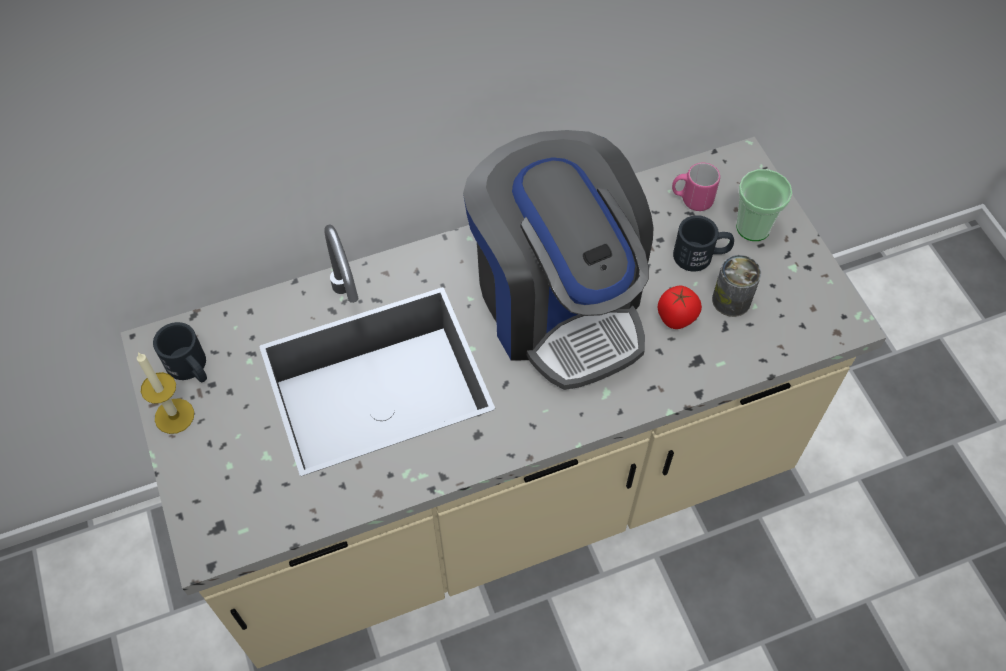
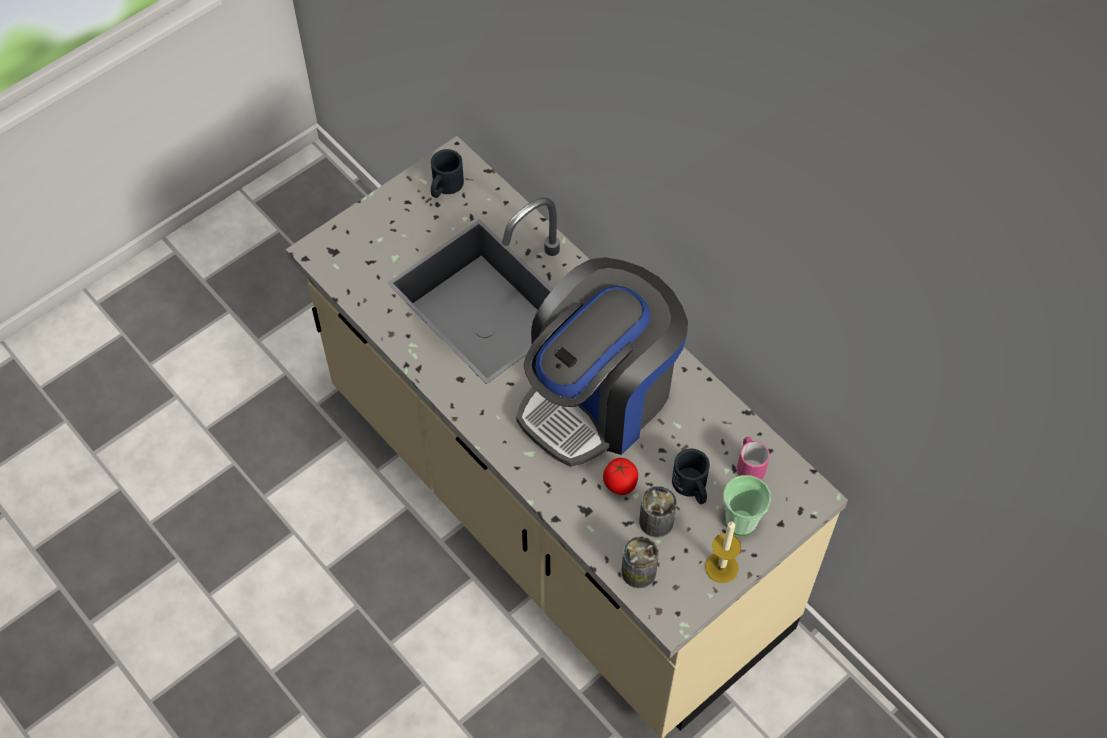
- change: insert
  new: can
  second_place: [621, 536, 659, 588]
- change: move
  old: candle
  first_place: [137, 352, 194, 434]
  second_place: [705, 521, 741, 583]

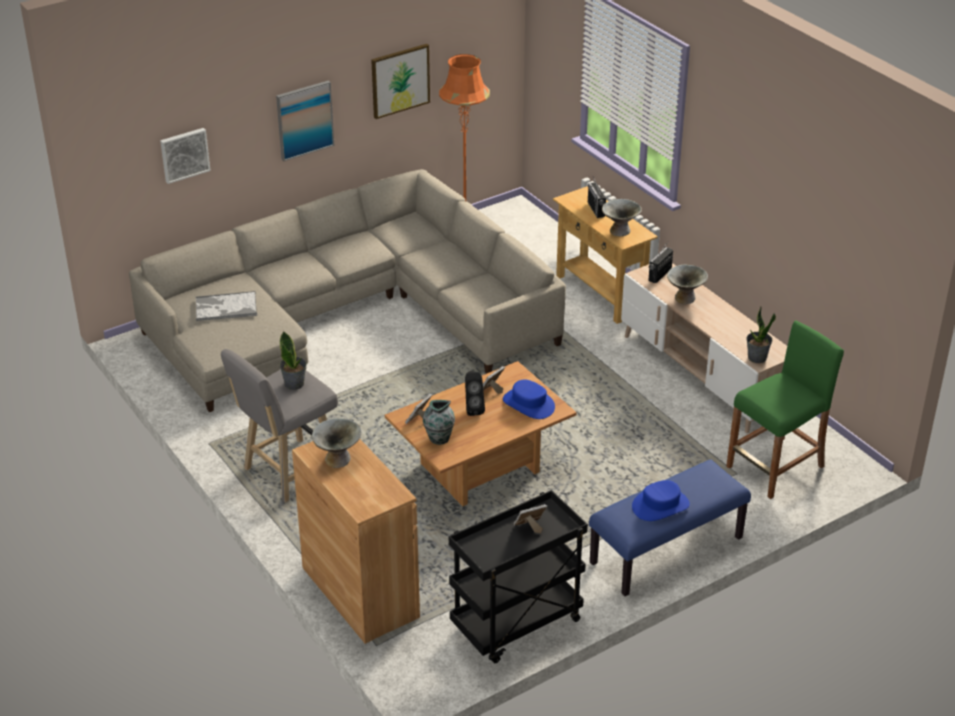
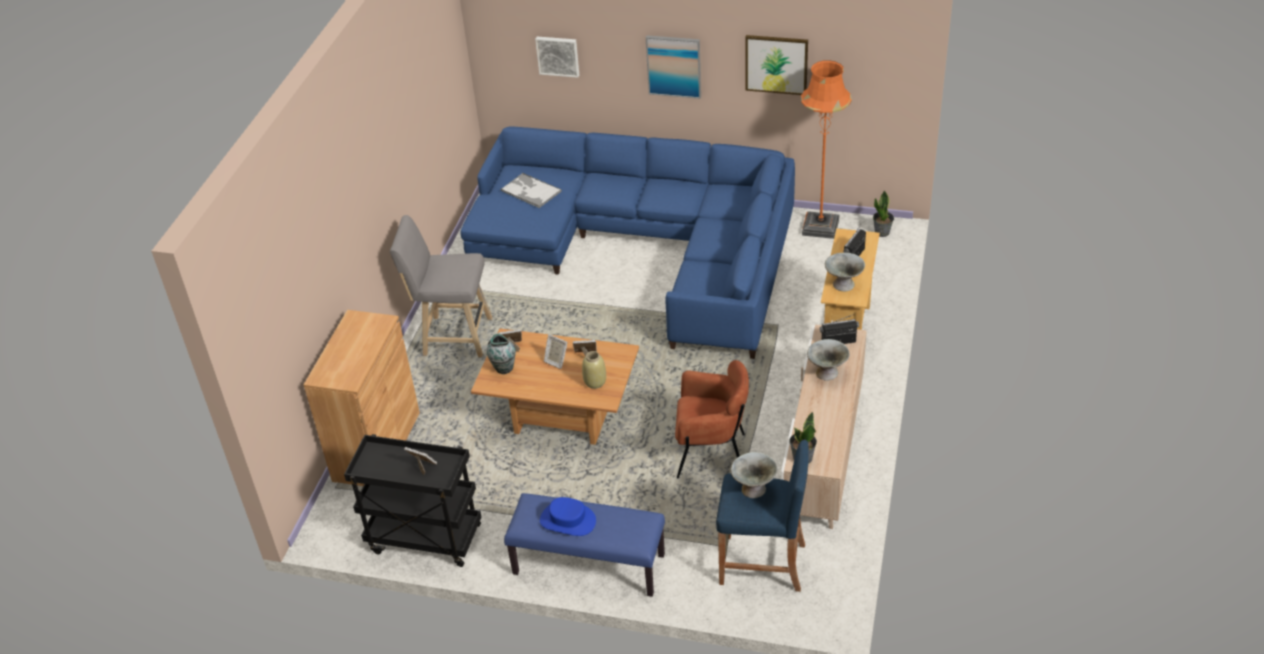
- change: insert
  new: brown_armchair
  second_place: [675, 360, 749, 479]
- change: move
  old: potted_plant
  first_place: [279, 331, 307, 390]
  second_place: [873, 190, 894, 237]
- change: move
  old: grey_bowl
  first_place: [312, 418, 362, 468]
  second_place: [731, 452, 778, 498]
- change: replace
  old: black_speaker
  new: picture_frame
  first_place: [465, 371, 485, 416]
  second_place: [544, 334, 568, 369]
- change: replace
  old: blue_hat
  new: beige_vase
  first_place: [503, 379, 555, 419]
  second_place: [582, 351, 606, 389]
- change: recolor
  old: beige_sofa
  new: blue_sofa
  first_place: [129, 169, 566, 412]
  second_place: [461, 127, 795, 359]
- change: recolor
  old: green_stool
  new: blue_stool
  first_place: [726, 320, 844, 499]
  second_place: [716, 439, 809, 592]

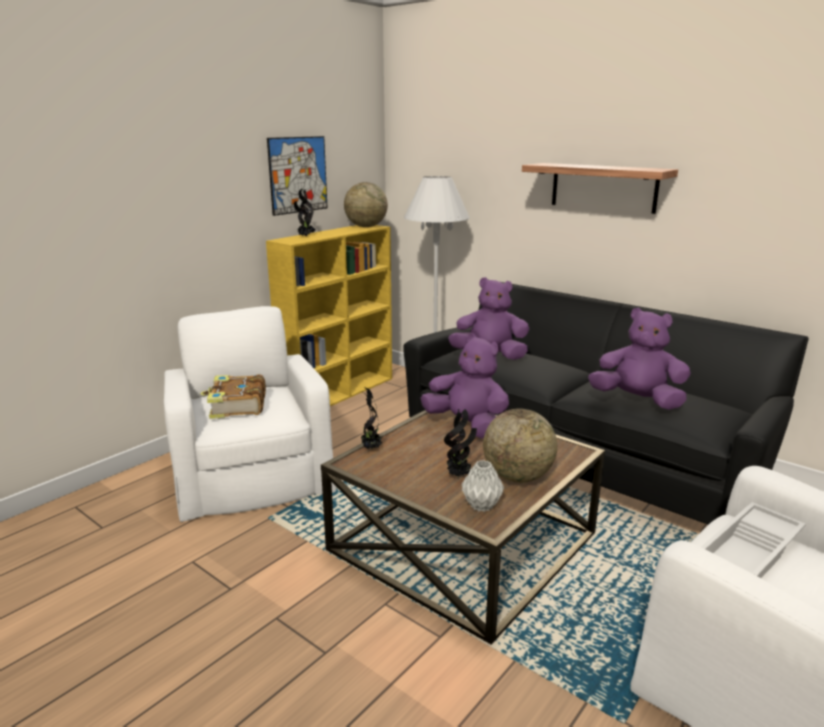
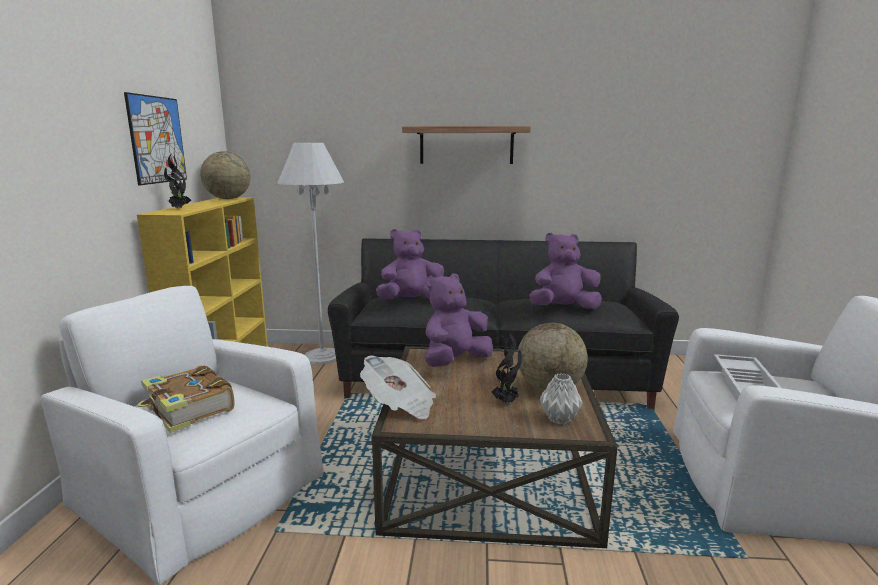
- change: replace
  old: potted_plant
  new: newspaper
  first_place: [359, 387, 382, 449]
  second_place: [360, 355, 436, 419]
- change: rotate
  old: purple_plush_toy
  first_place: [420, 334, 509, 439]
  second_place: [425, 273, 493, 367]
  degrees: -45

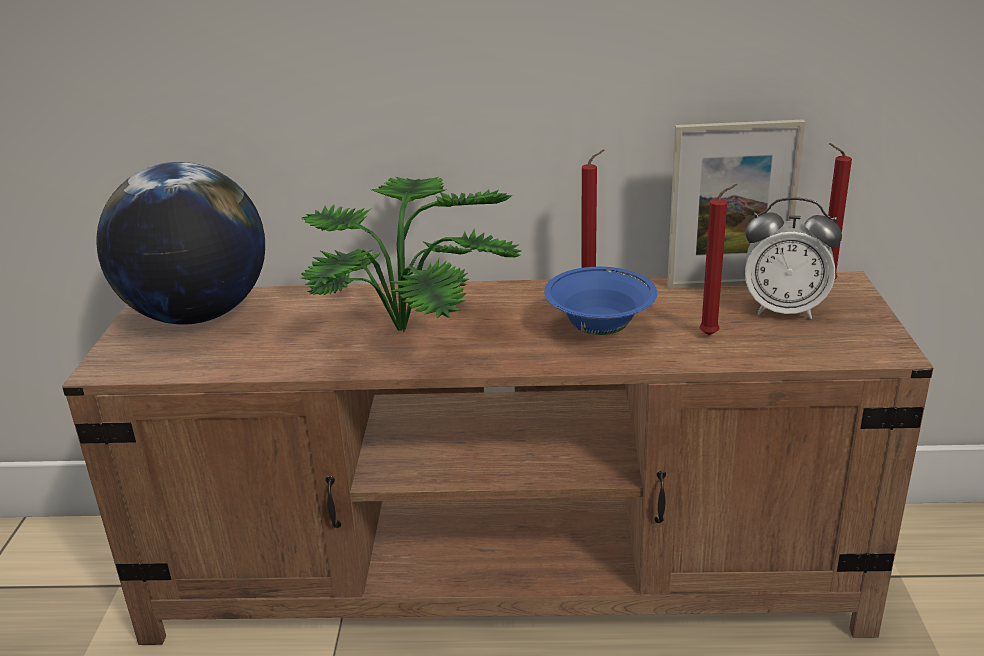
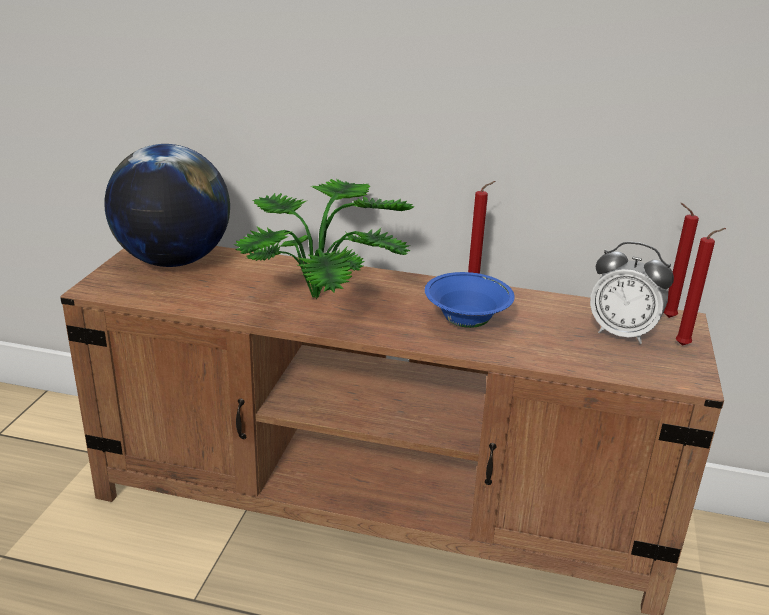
- change: delete
  old: picture_frame
  first_place: [667, 119, 805, 288]
- change: move
  old: red_candle
  first_place: [699, 184, 738, 335]
  second_place: [675, 228, 726, 346]

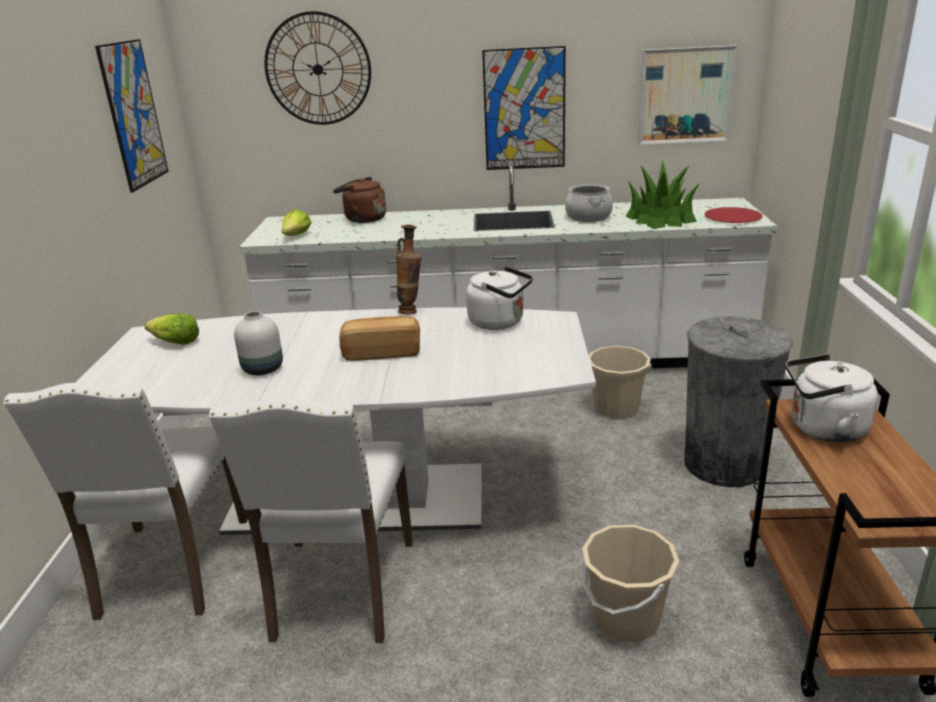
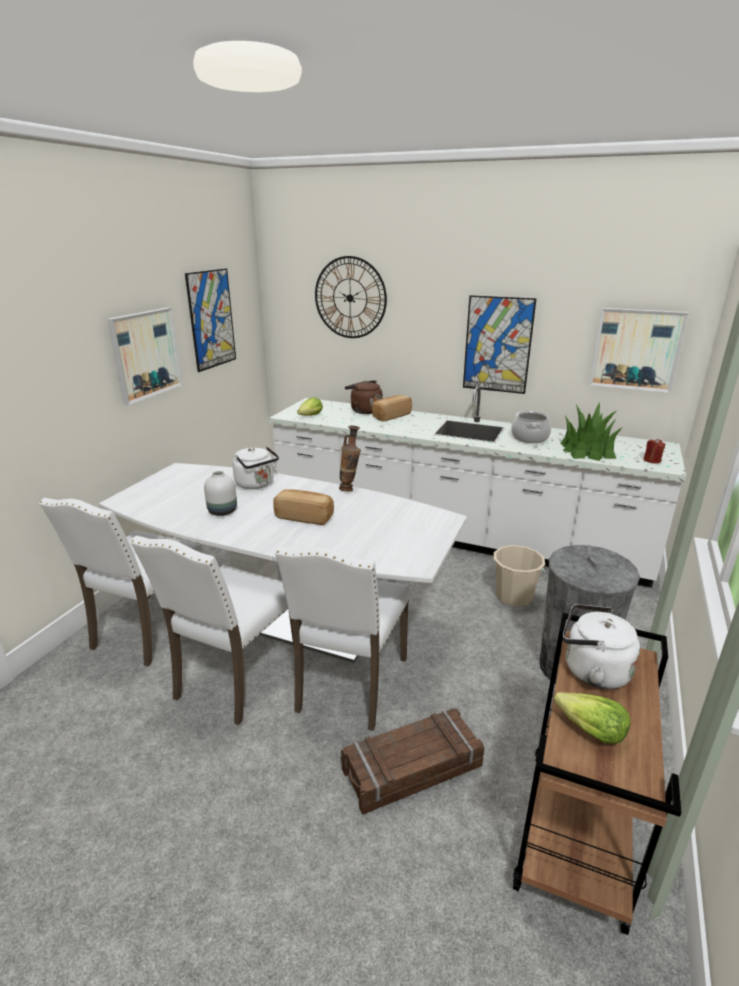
- change: insert
  new: picture
  second_place: [107, 308, 183, 405]
- change: insert
  new: white_chair
  second_place: [275, 546, 410, 731]
- change: insert
  new: bread
  second_place: [372, 395, 412, 421]
- change: move
  old: lettuce
  first_place: [144, 313, 199, 345]
  second_place: [554, 692, 630, 744]
- change: move
  old: white_kettle
  first_place: [466, 266, 533, 330]
  second_place: [232, 446, 279, 489]
- change: replace
  old: beige_bucket
  new: crate
  first_place: [582, 525, 679, 642]
  second_place: [341, 708, 485, 815]
- change: replace
  old: red_plate
  new: red_candle
  first_place: [705, 207, 762, 223]
  second_place: [644, 439, 665, 464]

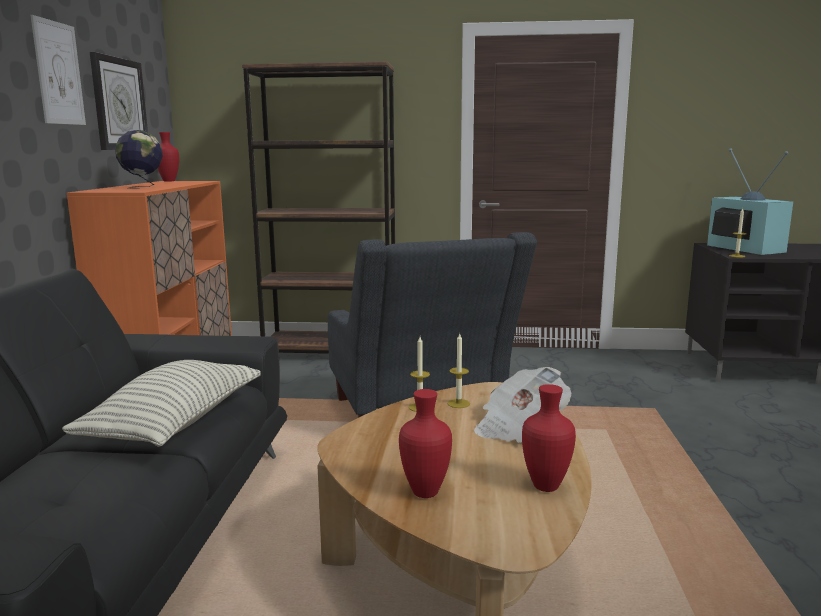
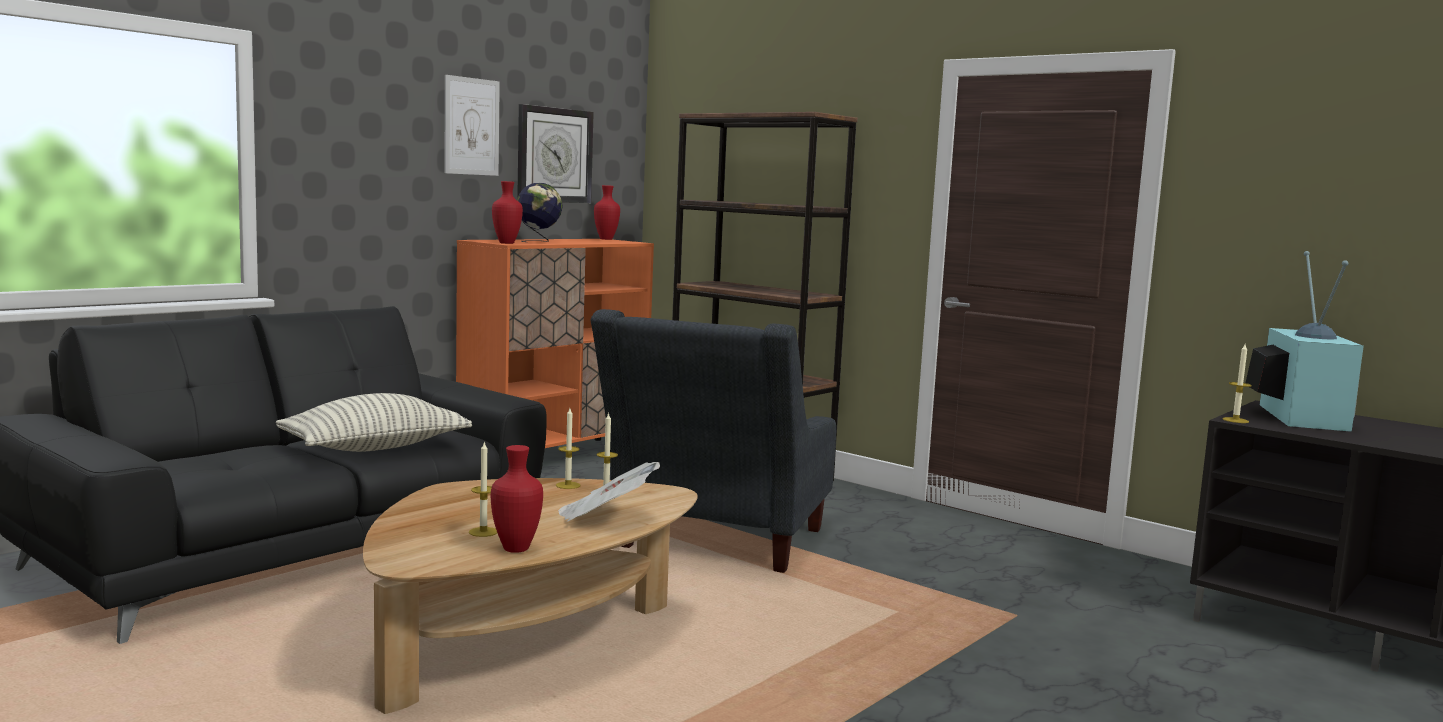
- change: insert
  new: candle
  second_place: [469, 441, 497, 537]
- change: move
  old: red_vase
  first_place: [399, 389, 452, 498]
  second_place: [492, 181, 523, 244]

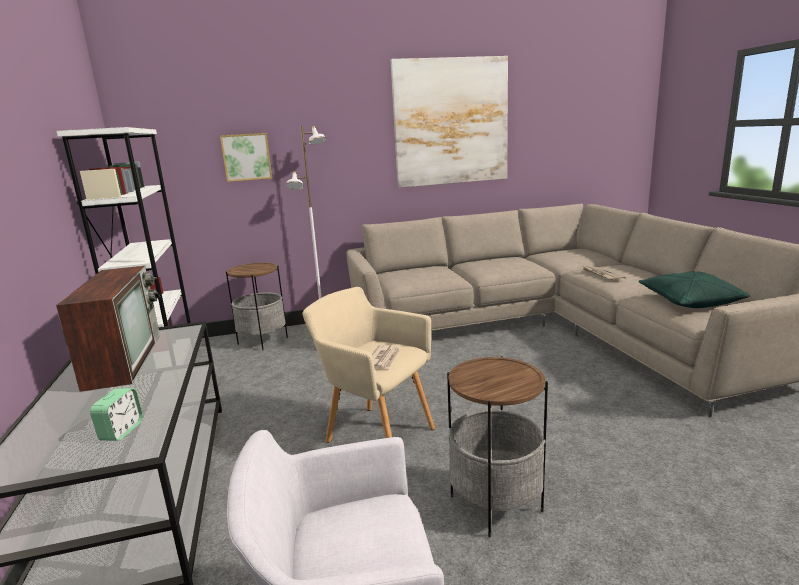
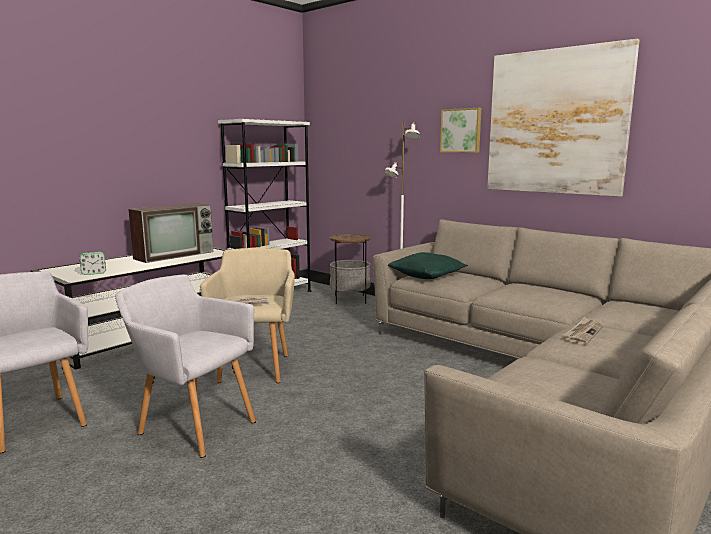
- change: move
  old: picture
  first_place: [220, 133, 272, 182]
  second_place: [440, 108, 481, 152]
- change: move
  old: green_pillow
  first_place: [638, 271, 750, 308]
  second_place: [388, 252, 468, 279]
- change: replace
  old: side_table
  new: grey_armchair
  first_place: [447, 356, 548, 538]
  second_place: [115, 275, 256, 458]

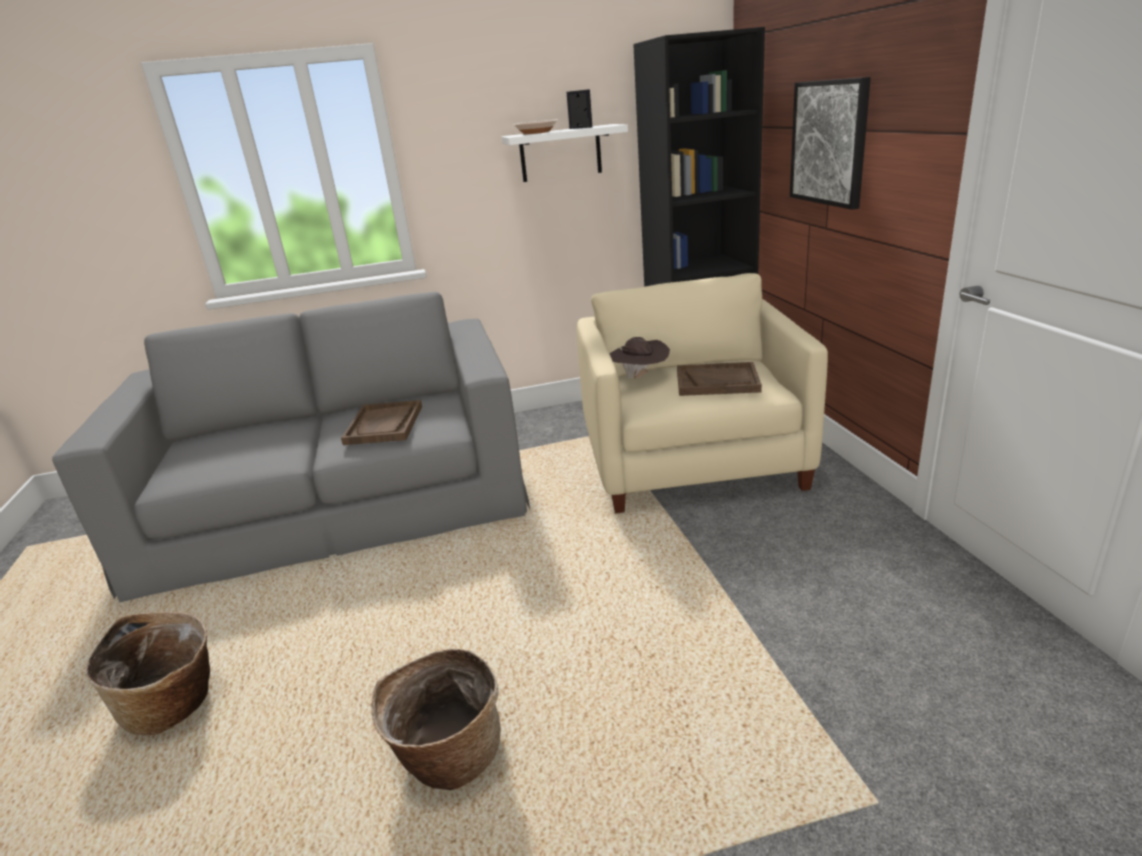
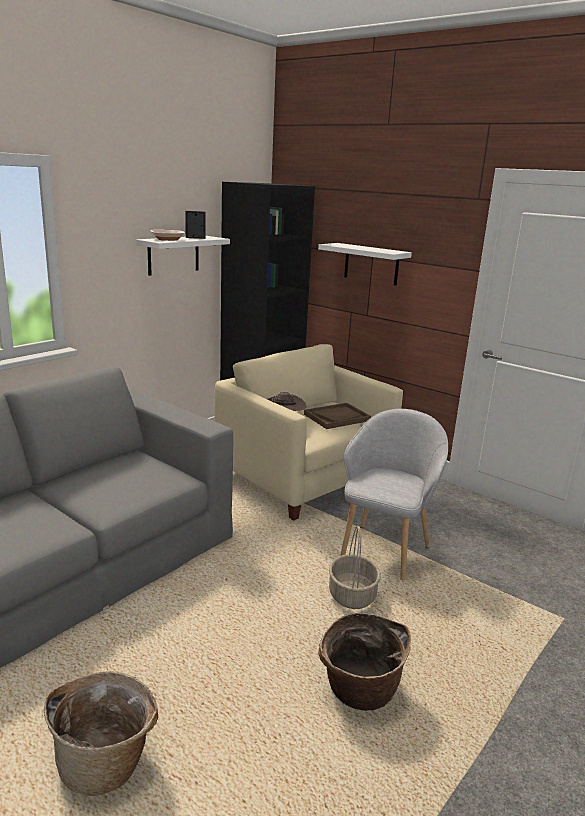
- change: delete
  old: brown_tray
  first_place: [341, 400, 422, 445]
- change: insert
  new: basket
  second_place: [329, 526, 381, 609]
- change: insert
  new: grey_armchair
  second_place: [340, 409, 448, 580]
- change: replace
  old: picture
  new: white_shelf
  first_place: [790, 77, 871, 210]
  second_place: [318, 243, 412, 286]

